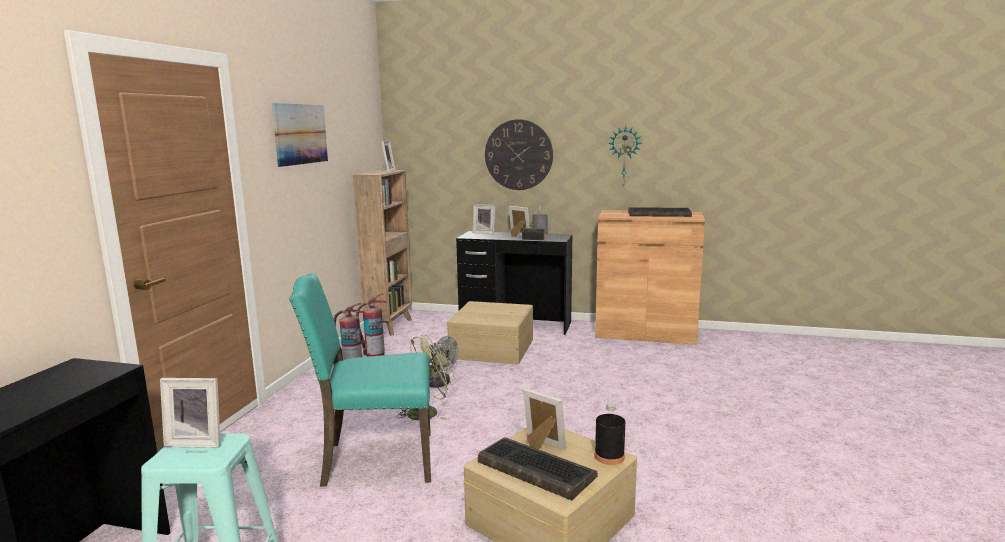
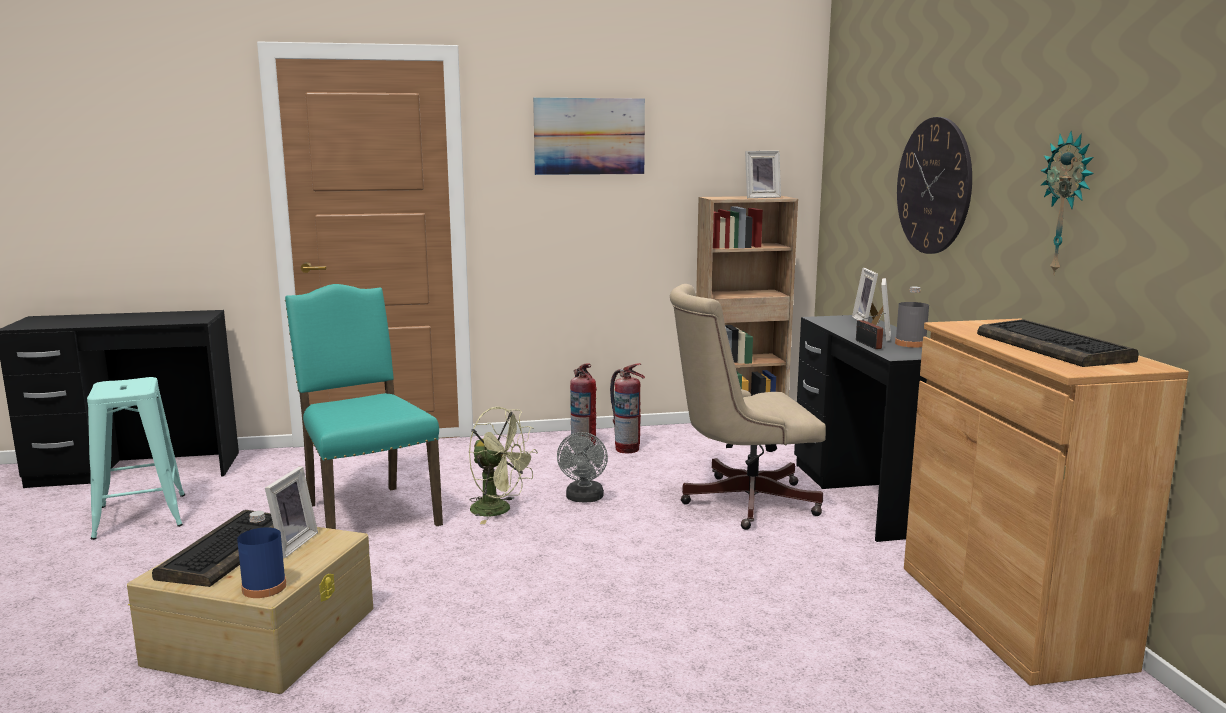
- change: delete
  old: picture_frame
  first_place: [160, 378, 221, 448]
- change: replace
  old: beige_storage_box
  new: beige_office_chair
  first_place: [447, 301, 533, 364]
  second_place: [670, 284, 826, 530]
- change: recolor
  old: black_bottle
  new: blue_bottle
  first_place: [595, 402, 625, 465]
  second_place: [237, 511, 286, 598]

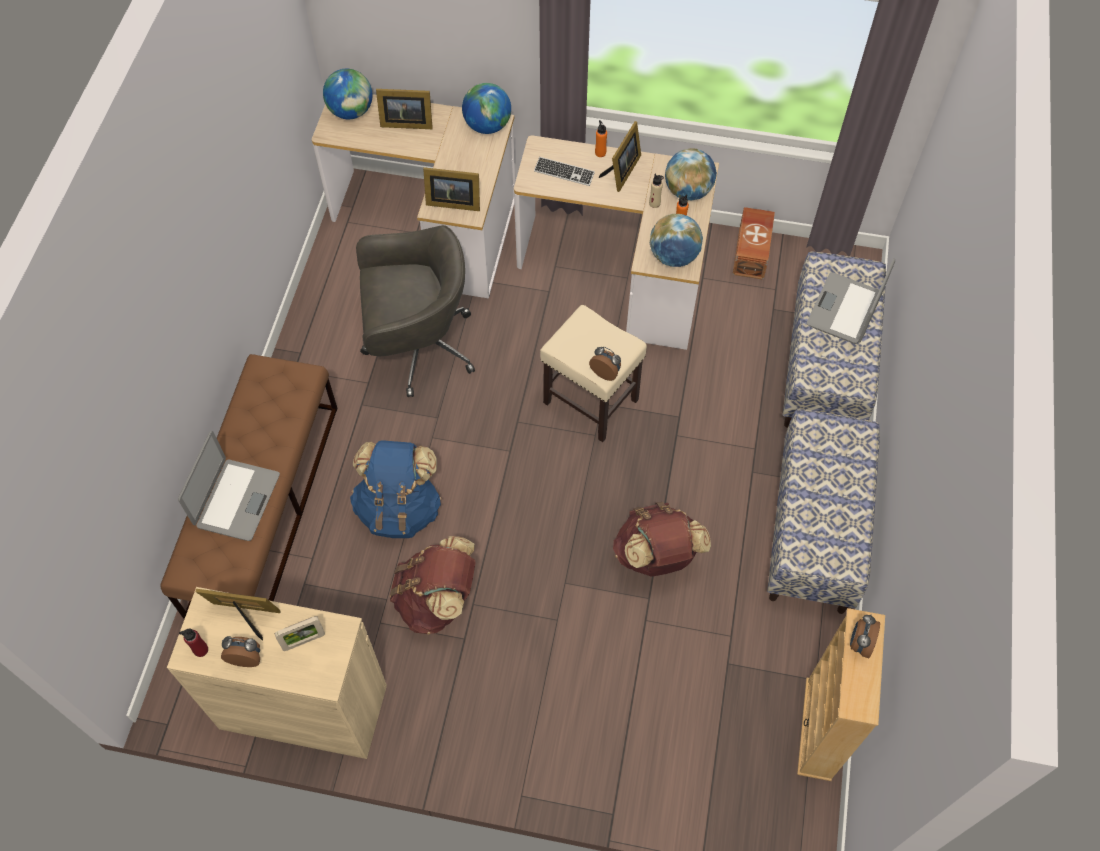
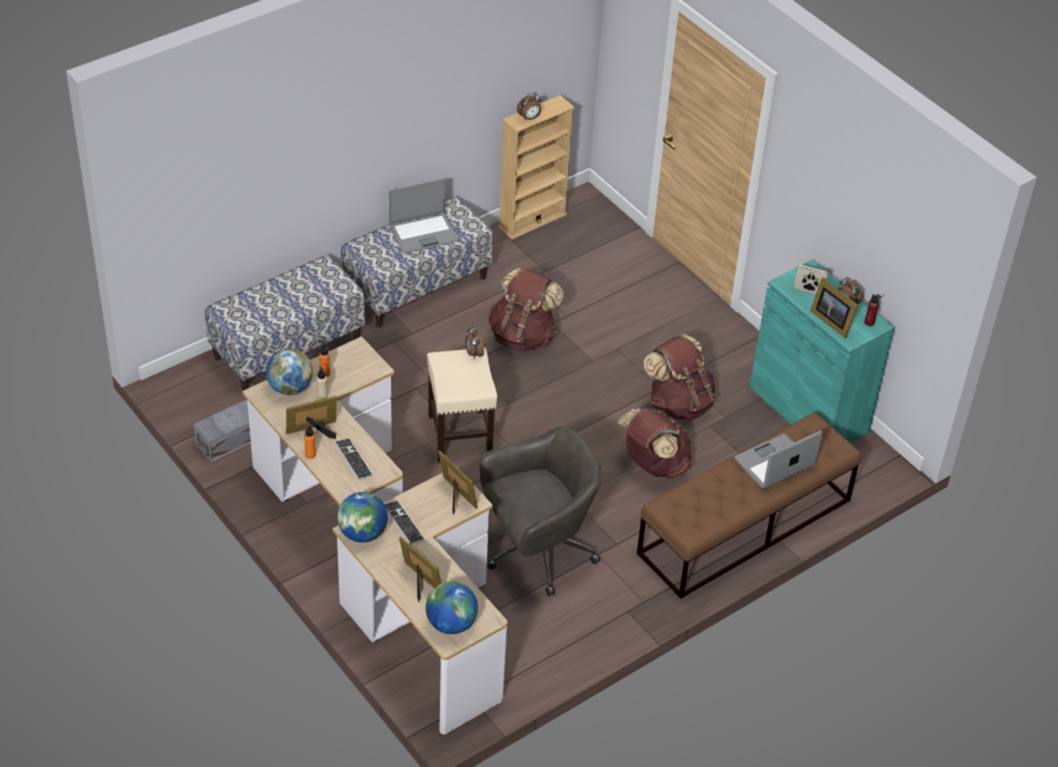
- change: delete
  old: globe
  first_place: [650, 214, 703, 267]
- change: insert
  new: keyboard
  second_place: [384, 500, 425, 545]
- change: move
  old: laptop
  first_place: [807, 258, 895, 344]
  second_place: [389, 179, 459, 253]
- change: recolor
  old: beige_cabinet
  new: turquoise_cabinet
  first_place: [167, 587, 387, 759]
  second_place: [750, 260, 895, 443]
- change: recolor
  old: blue_backpack
  new: brown_backpack
  first_place: [350, 440, 442, 538]
  second_place: [618, 409, 692, 479]
- change: recolor
  old: brown_storage_box
  new: grey_storage_box
  first_place: [733, 207, 775, 280]
  second_place: [193, 400, 251, 463]
- change: rotate
  old: grey_office_chair
  first_place: [356, 225, 475, 397]
  second_place: [480, 426, 602, 596]
  degrees: 120

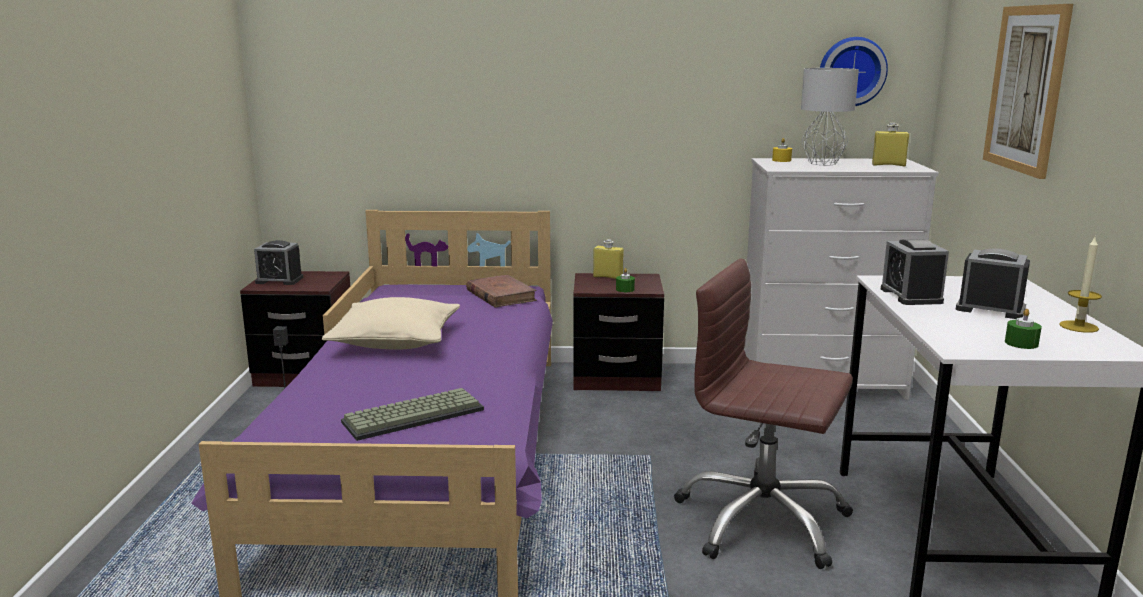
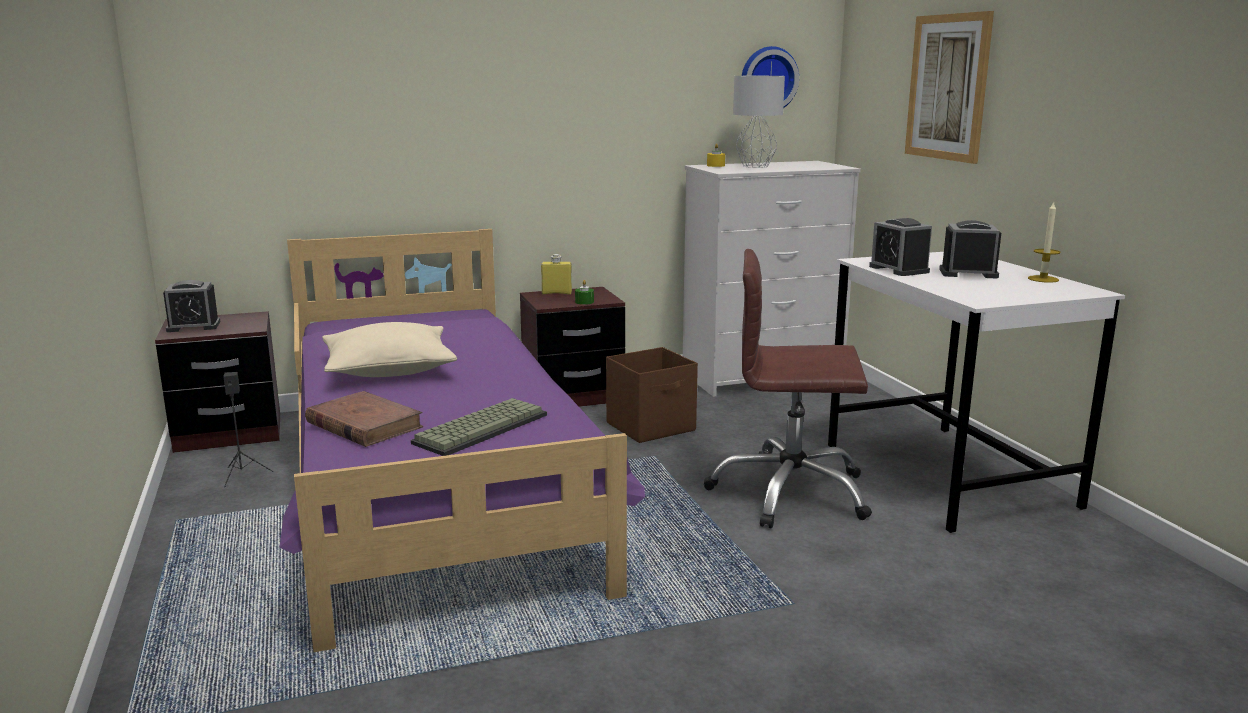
- change: delete
  old: yellow_bottle
  first_place: [872, 123, 909, 167]
- change: delete
  old: green_candle
  first_place: [1005, 309, 1042, 349]
- change: insert
  new: brown_storage_box
  second_place: [606, 347, 698, 443]
- change: move
  old: brown_book
  first_place: [466, 275, 537, 307]
  second_place: [305, 391, 423, 447]

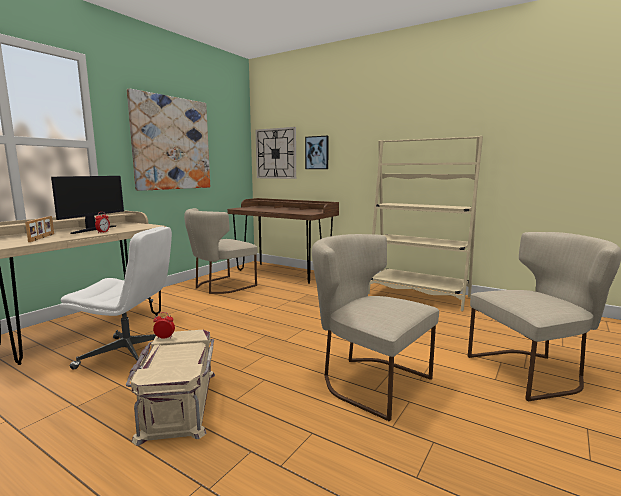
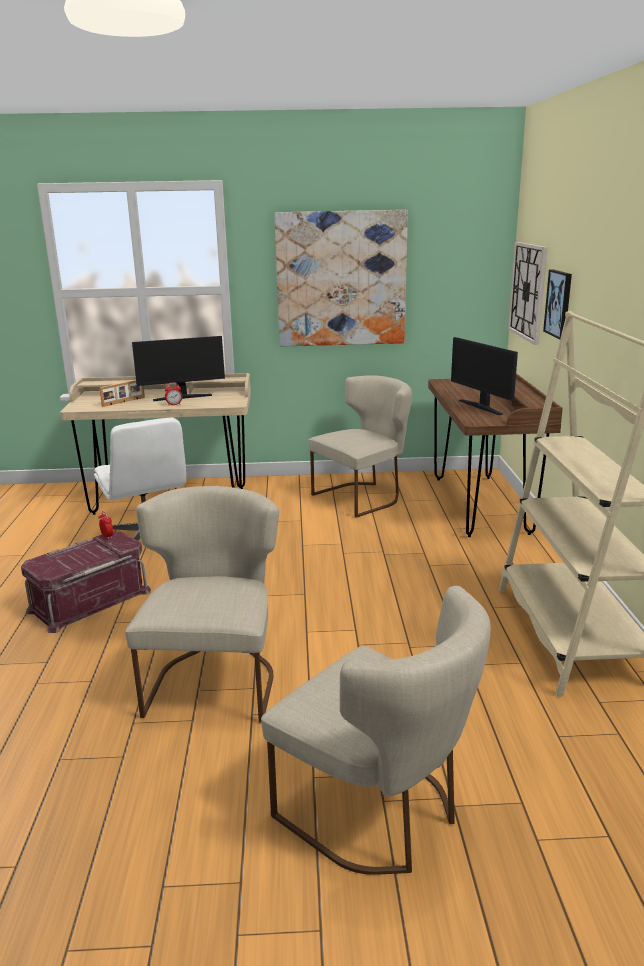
- change: insert
  new: monitor
  second_place: [451, 337, 518, 415]
- change: recolor
  old: beige_storage_box
  new: red_storage_box
  first_place: [126, 330, 215, 446]
  second_place: [21, 531, 151, 633]
- change: rotate
  old: beige_chair
  first_place: [184, 208, 257, 294]
  second_place: [308, 375, 412, 518]
  degrees: 135

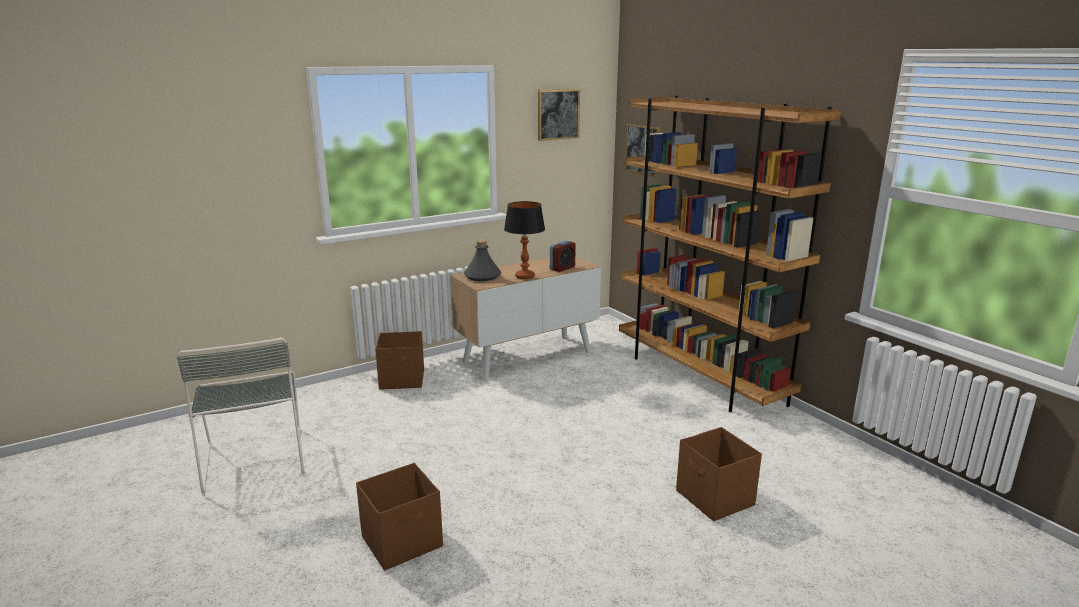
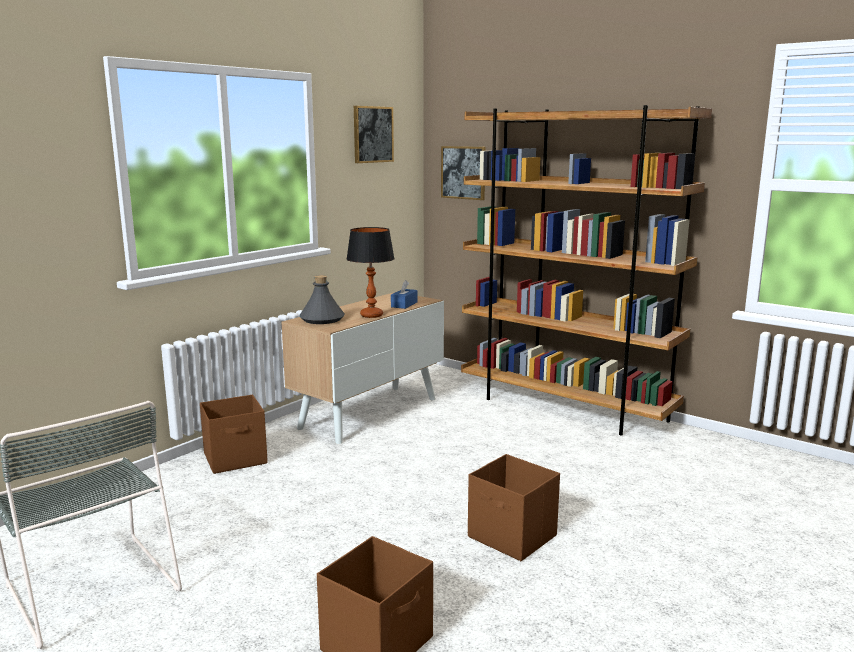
- change: move
  old: brown_storage_box
  first_place: [676, 427, 762, 521]
  second_place: [468, 454, 560, 561]
- change: replace
  old: alarm_clock
  new: blue_tissue_box
  first_place: [550, 240, 576, 272]
  second_place: [391, 280, 417, 309]

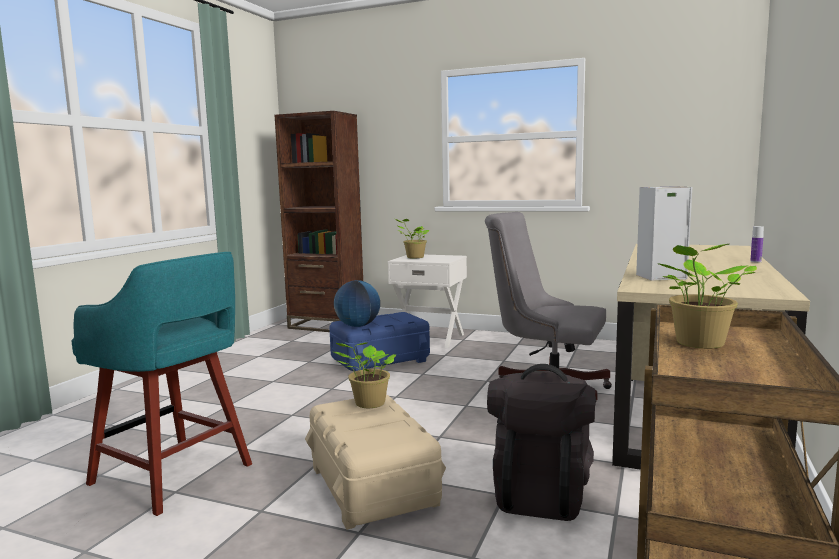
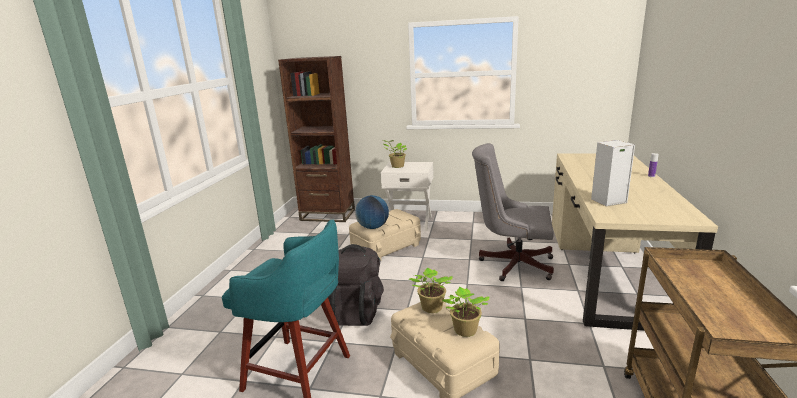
- change: move
  old: black_backpack
  first_place: [487, 364, 596, 521]
  second_place: [328, 244, 384, 326]
- change: move
  old: potted_plant
  first_place: [658, 244, 757, 349]
  second_place: [442, 287, 489, 337]
- change: recolor
  old: blue_storage_box
  new: beige_storage_box
  first_place: [329, 312, 430, 371]
  second_place: [349, 209, 421, 261]

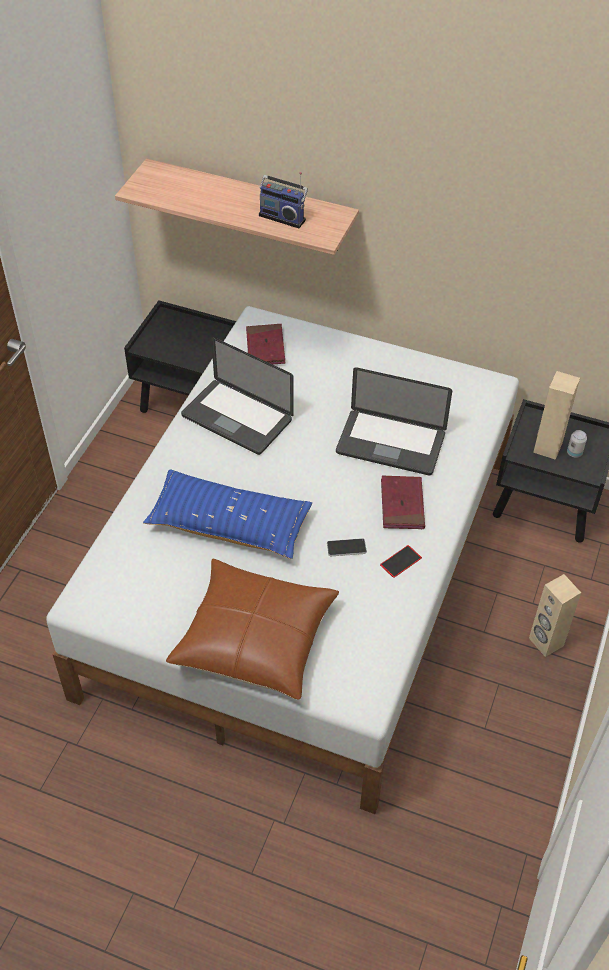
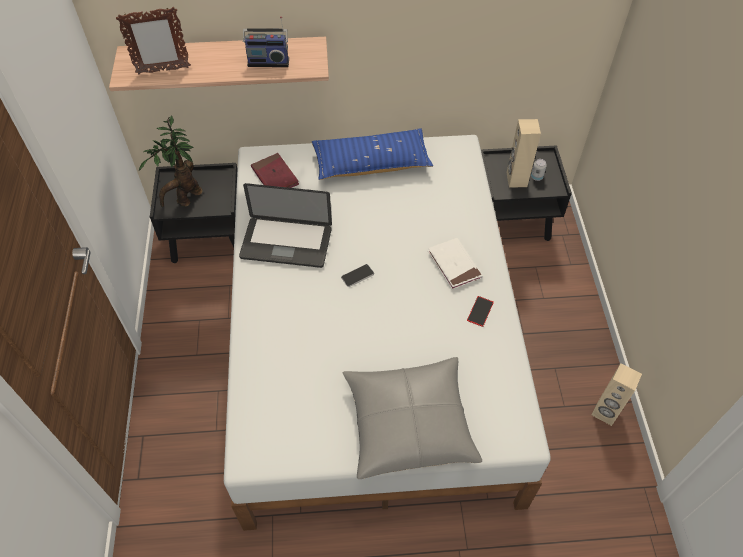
- change: delete
  old: laptop
  first_place: [336, 367, 452, 476]
- change: insert
  new: picture_frame
  second_place: [116, 7, 191, 75]
- change: insert
  new: potted_plant
  second_place: [139, 116, 203, 207]
- change: move
  old: blue_pillow
  first_place: [143, 469, 312, 559]
  second_place: [312, 129, 433, 180]
- change: move
  old: phone
  first_place: [327, 538, 367, 556]
  second_place: [341, 264, 374, 287]
- change: move
  old: beige_speaker
  first_place: [529, 574, 581, 657]
  second_place: [592, 363, 642, 426]
- change: recolor
  old: brown_pillow
  new: grey_pillow
  first_place: [166, 559, 339, 700]
  second_place: [342, 357, 482, 479]
- change: recolor
  old: red_book
  new: white_book
  first_place: [381, 476, 425, 529]
  second_place: [428, 238, 482, 290]

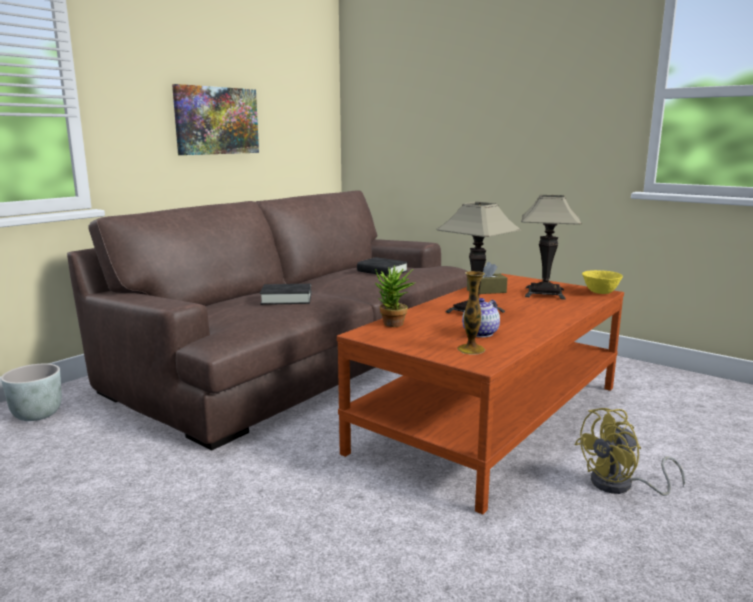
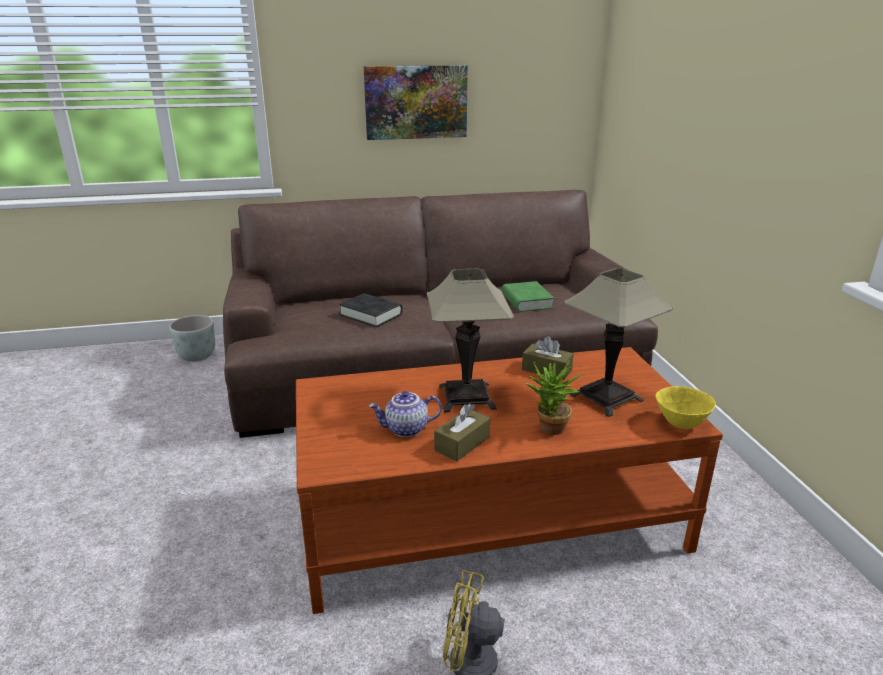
- change: delete
  old: vase
  first_place: [457, 271, 485, 355]
- change: insert
  new: brown_tissue_box
  second_place: [434, 404, 490, 461]
- change: move
  old: potted_plant
  first_place: [375, 265, 416, 327]
  second_place: [526, 360, 584, 435]
- change: recolor
  old: black_book
  new: green_book
  first_place: [357, 257, 408, 276]
  second_place: [502, 281, 554, 312]

